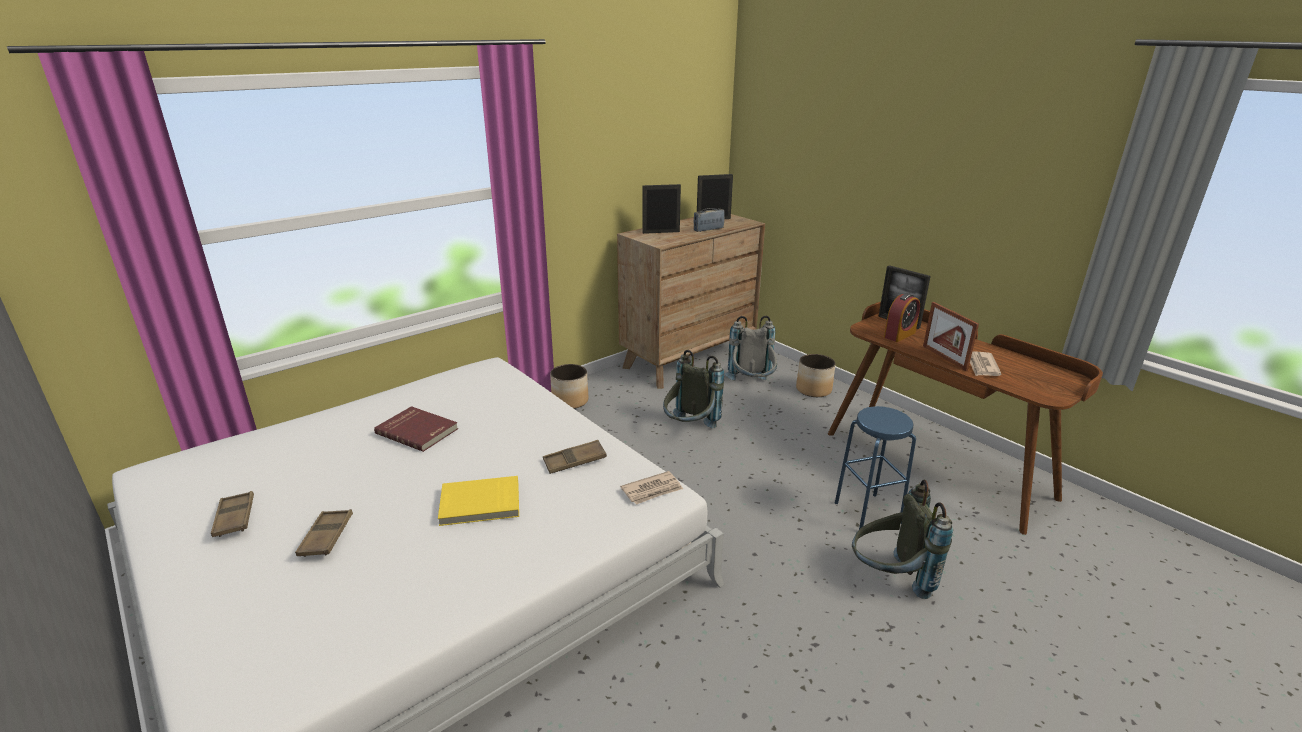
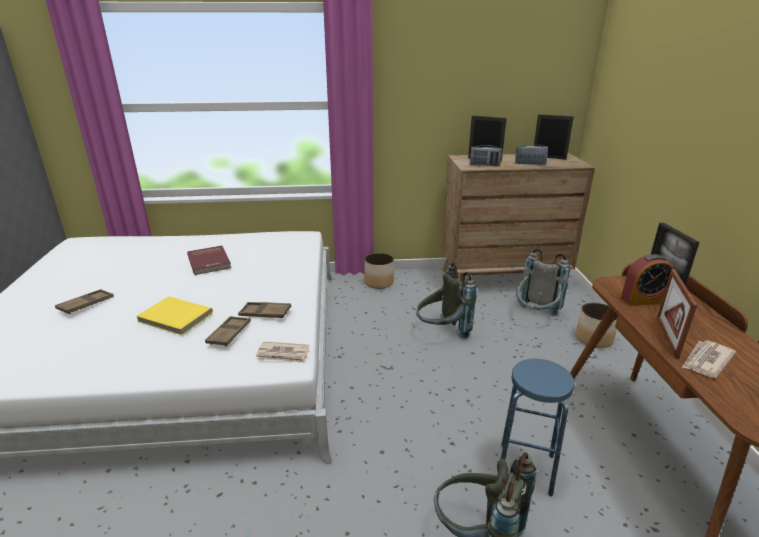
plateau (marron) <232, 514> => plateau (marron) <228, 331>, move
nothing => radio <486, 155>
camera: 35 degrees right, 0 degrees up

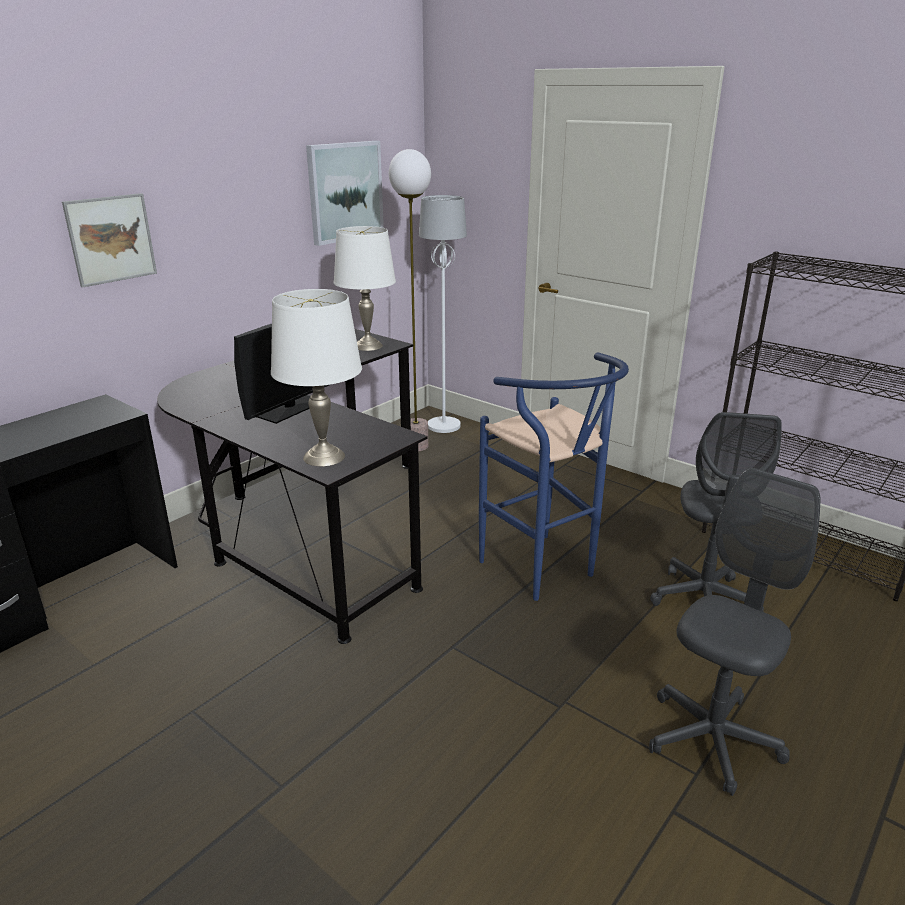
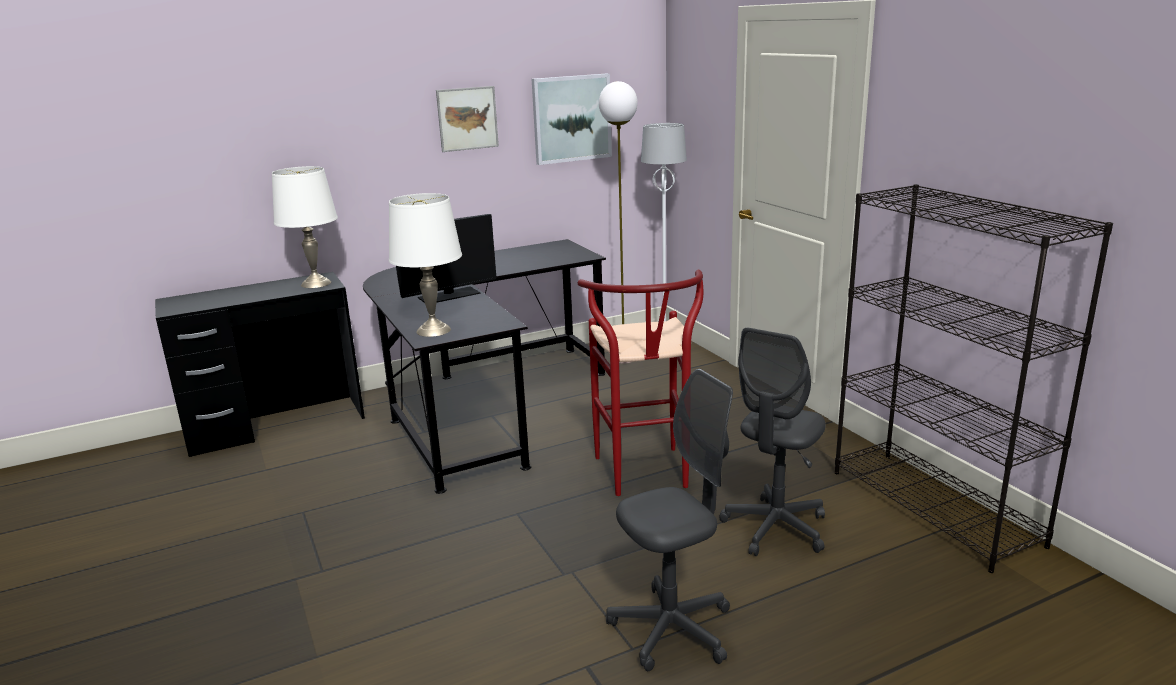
tableau <109, 240> => tableau <467, 119>, move
lampe de table (blanc) <365, 288> => lampe de table (blanc) <305, 227>, move
tabouret (bleu) <554, 476> => tabouret (rouge) <640, 383>
camera: 25 degrees right, 5 degrees down

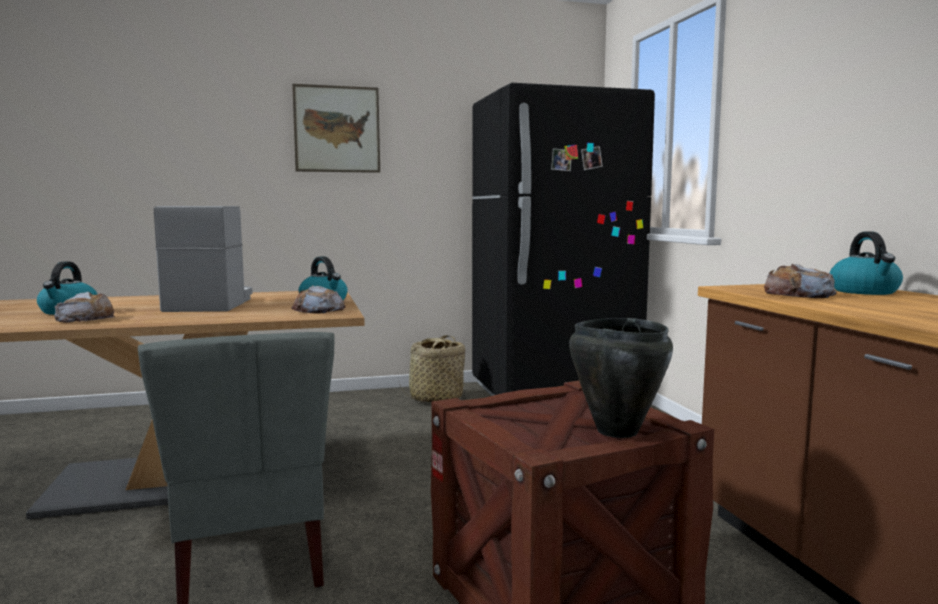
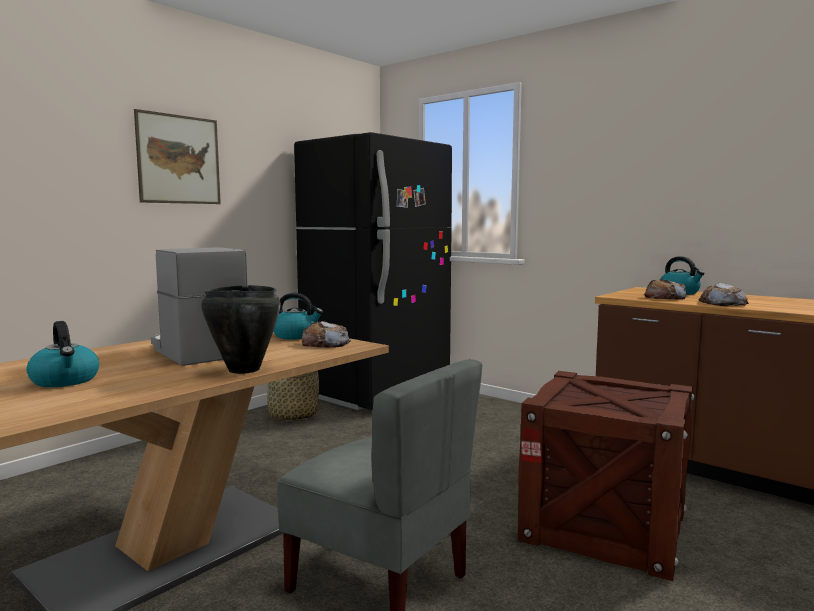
pain <84, 307> => pain <724, 294>, move
marmite (noir) <621, 378> => marmite (noir) <241, 329>, move
camera: 35 degrees left, 0 degrees up

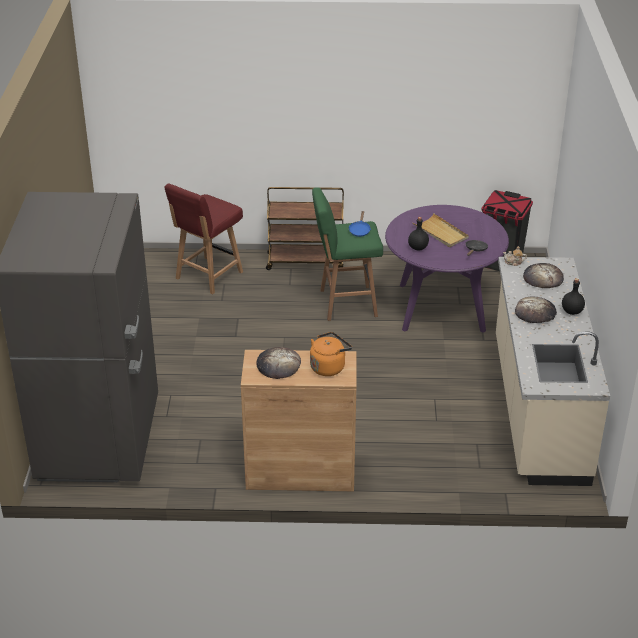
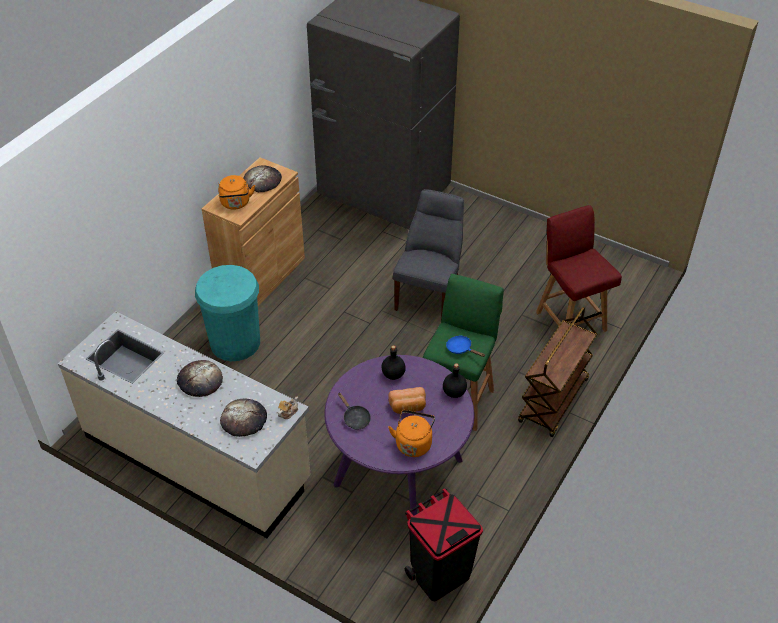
plateau (beige) <441, 230> => pain <407, 400>
bouteille (noir) <573, 296> => bouteille (noir) <455, 380>, move
nothing => poubelle (turquoise) <227, 313>
nothing => bouilloire (orange) <411, 433>
nothing => chaise (gris) <428, 254>
camera: 120 degrees right, 10 degrees up

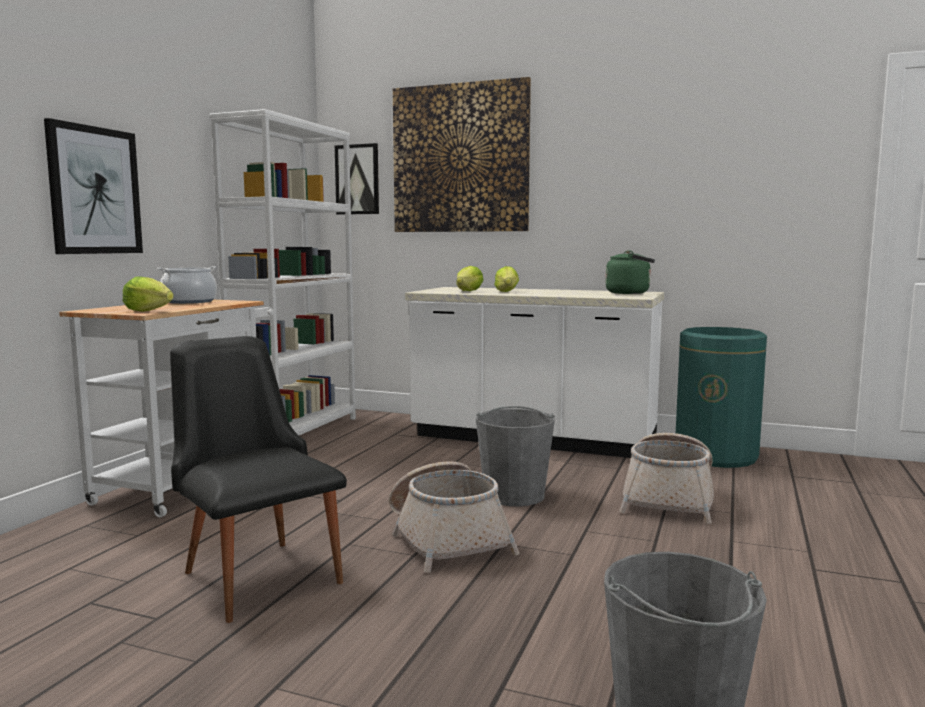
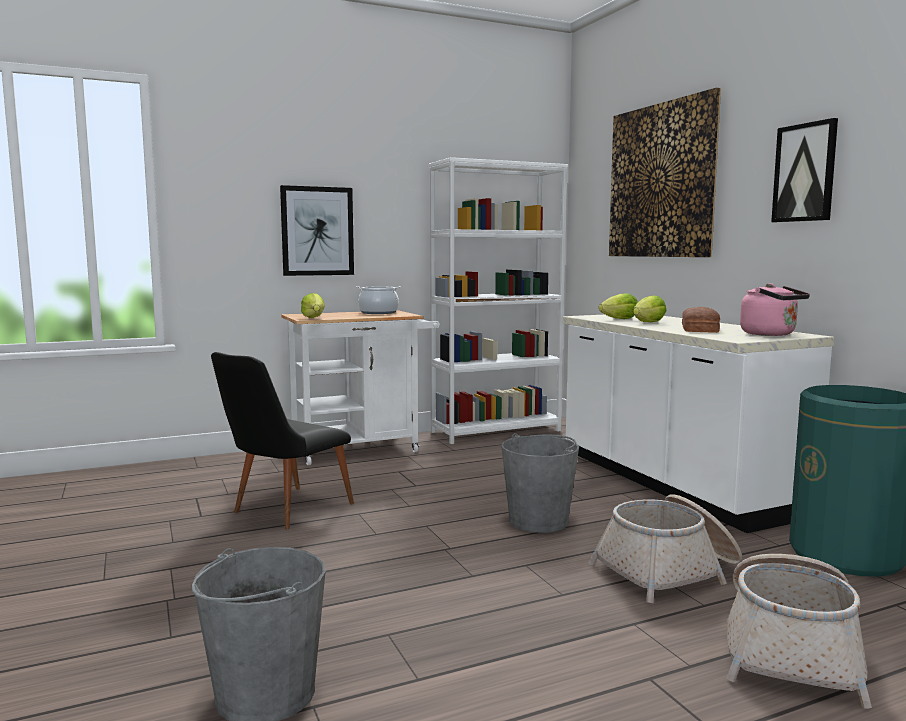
chaise (noir) <258, 479> => chaise (noir) <282, 440>, 150 degrees counterclockwise
tableau <357, 179> => tableau <804, 170>, move
panier <454, 517> => panier <799, 631>, move
bouilloire (vert) <630, 272> => bouilloire (rose) <775, 309>
nothing => pain <701, 320>
camera: 45 degrees right, 0 degrees up

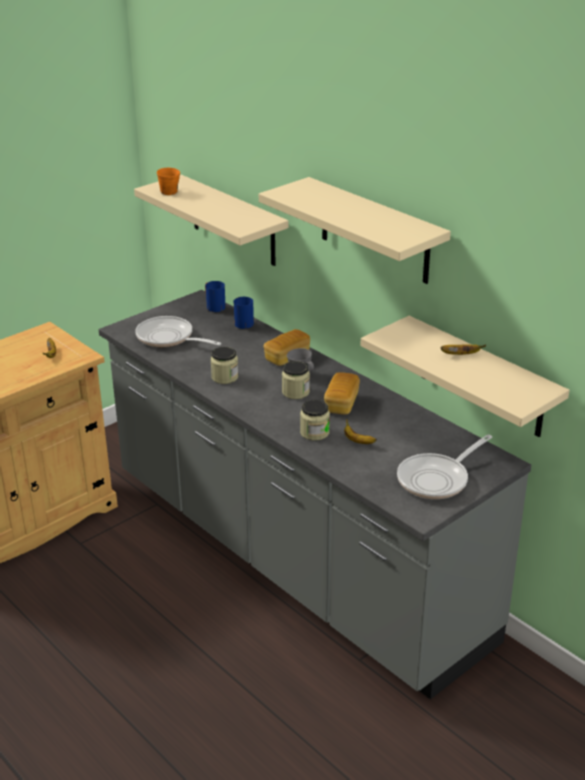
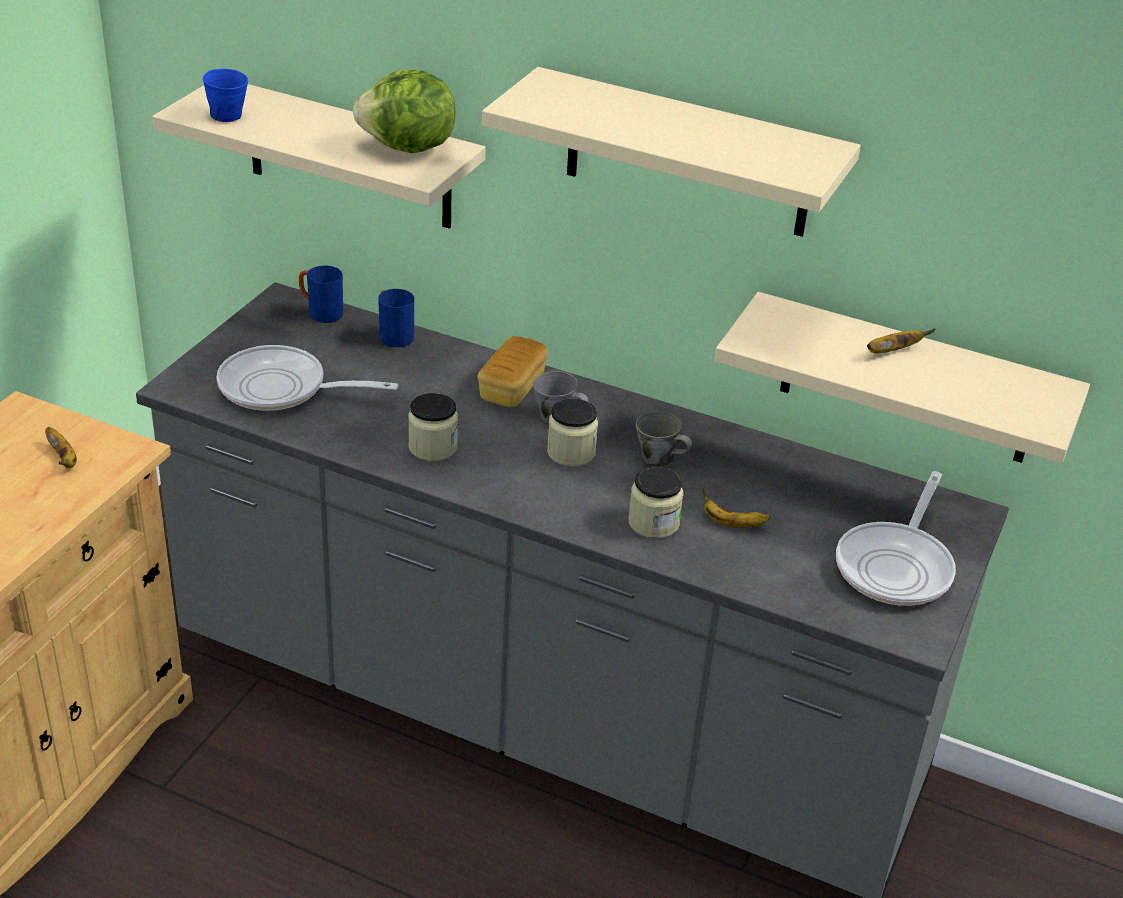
mug (orange) <168, 181> => mug (bleu) <225, 95>
pain <342, 393> => mug (gris) <664, 439>
nothing => laitue <404, 111>
camera: 25 degrees left, 5 degrees up

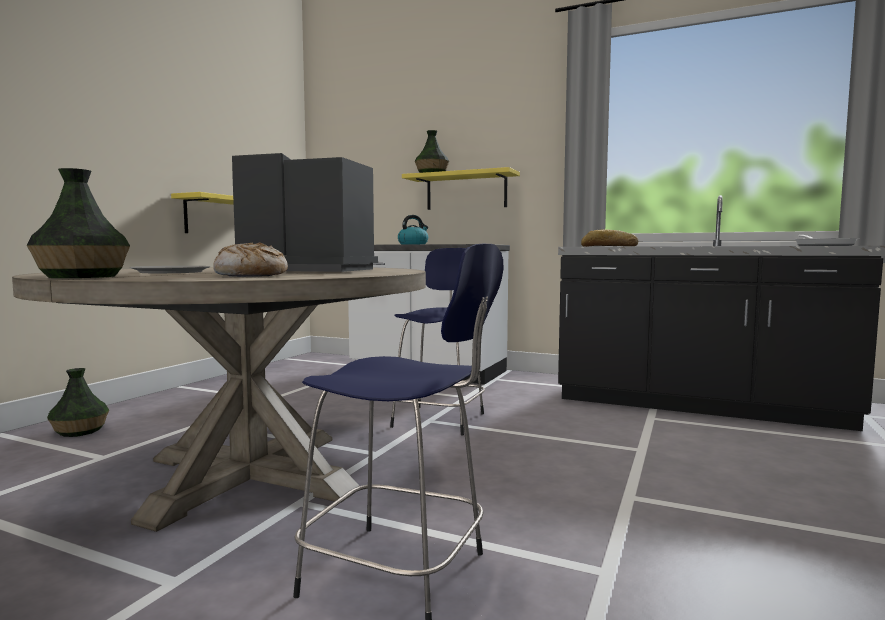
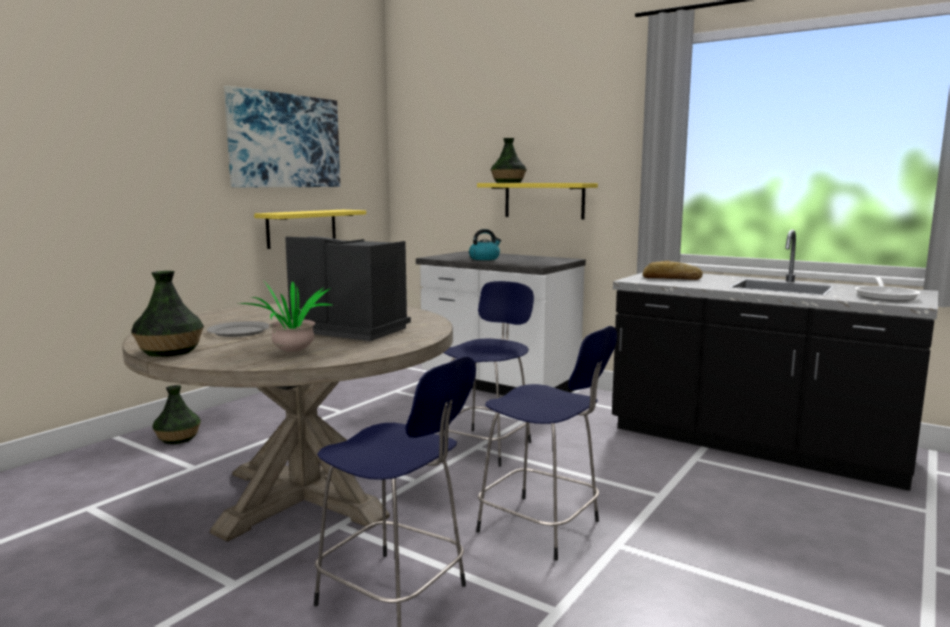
pain <250, 259> => plante en pot <285, 316>
nothing => tableau <282, 136>
nothing => tabouret (bleu) <546, 443>
camera: 10 degrees right, 5 degrees up

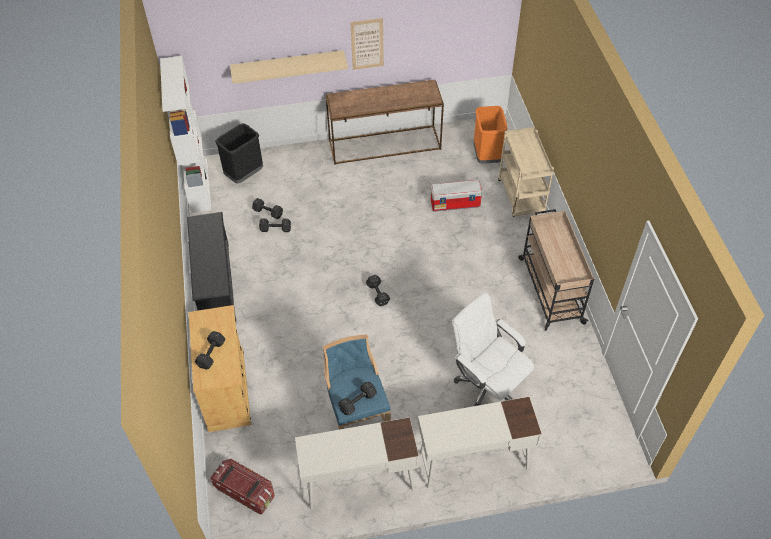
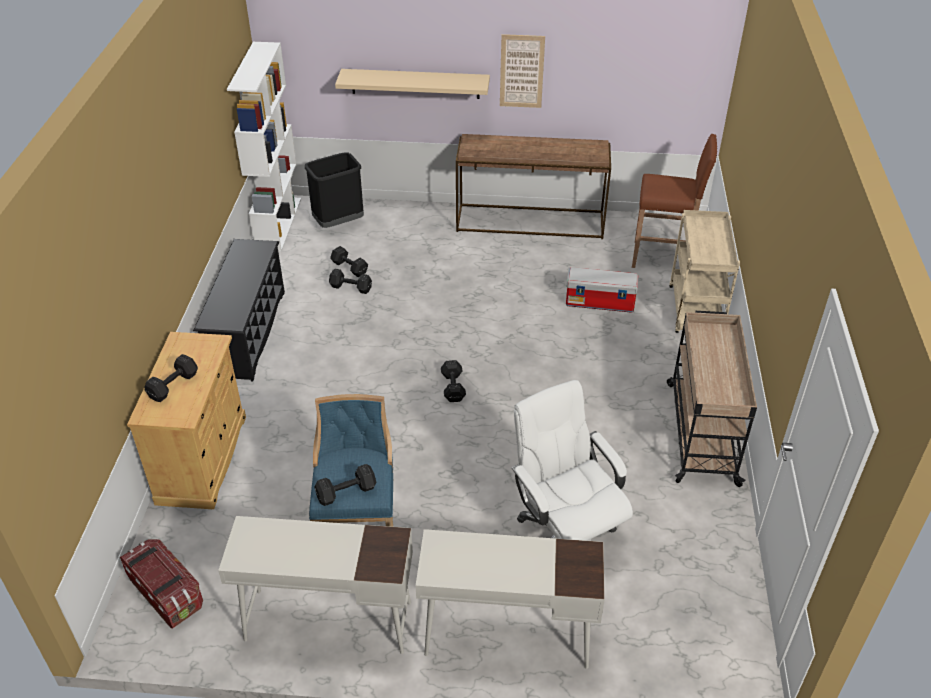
poubelle (orange) <490, 135> => tabouret (marron) <674, 201>
camera: 15 degrees right, 10 degrees down

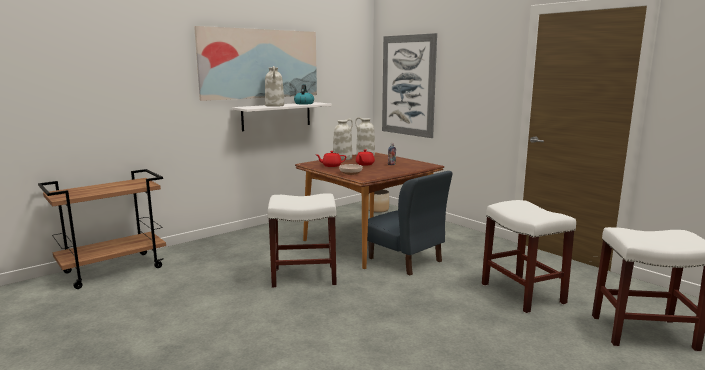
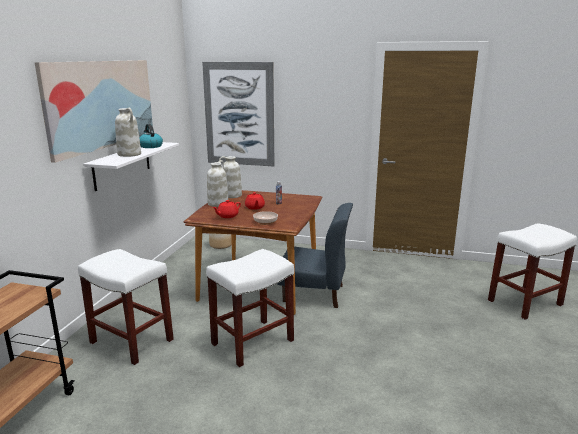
tabouret (blanc) <529, 257> => tabouret (blanc) <126, 307>, move
camera: 35 degrees left, 5 degrees up

